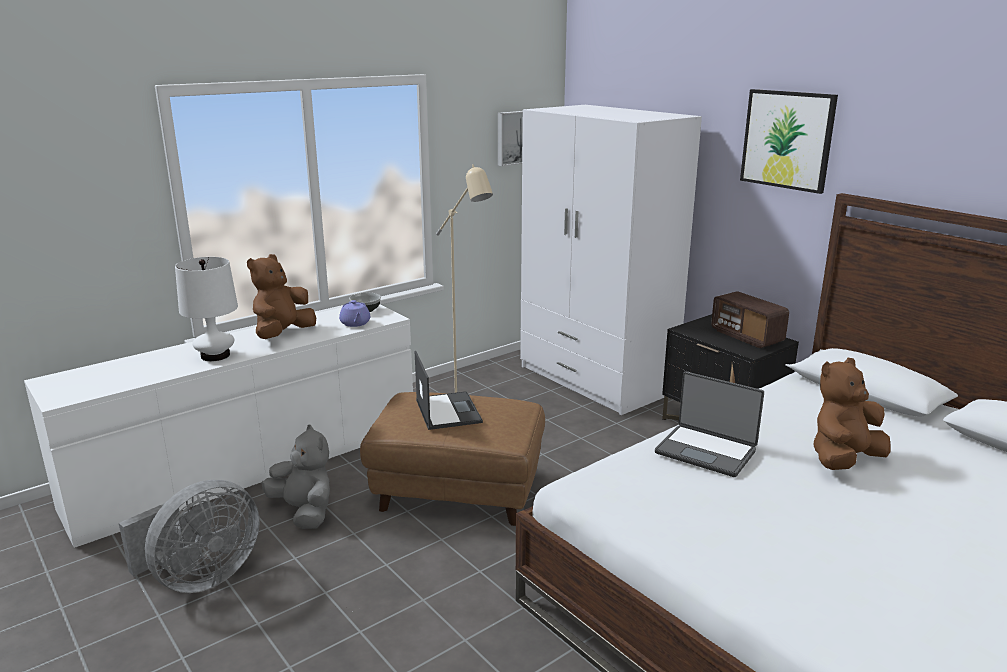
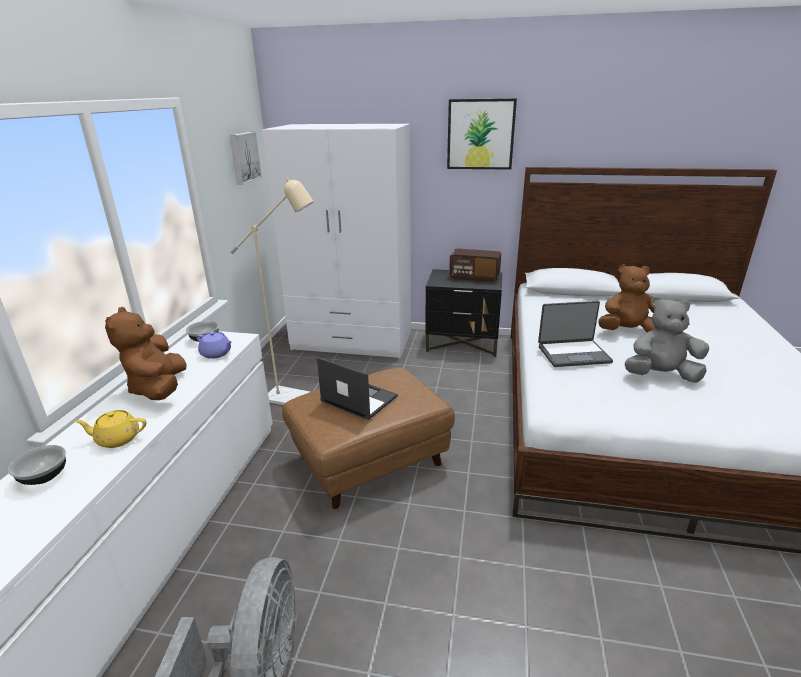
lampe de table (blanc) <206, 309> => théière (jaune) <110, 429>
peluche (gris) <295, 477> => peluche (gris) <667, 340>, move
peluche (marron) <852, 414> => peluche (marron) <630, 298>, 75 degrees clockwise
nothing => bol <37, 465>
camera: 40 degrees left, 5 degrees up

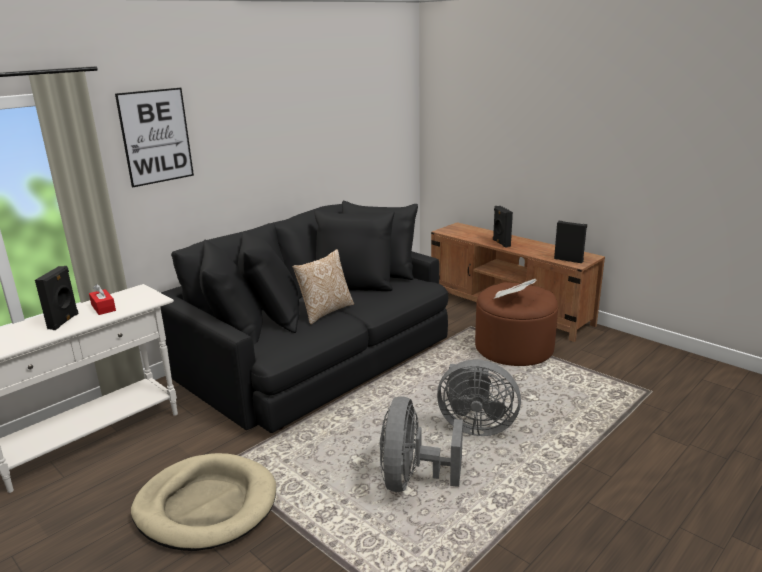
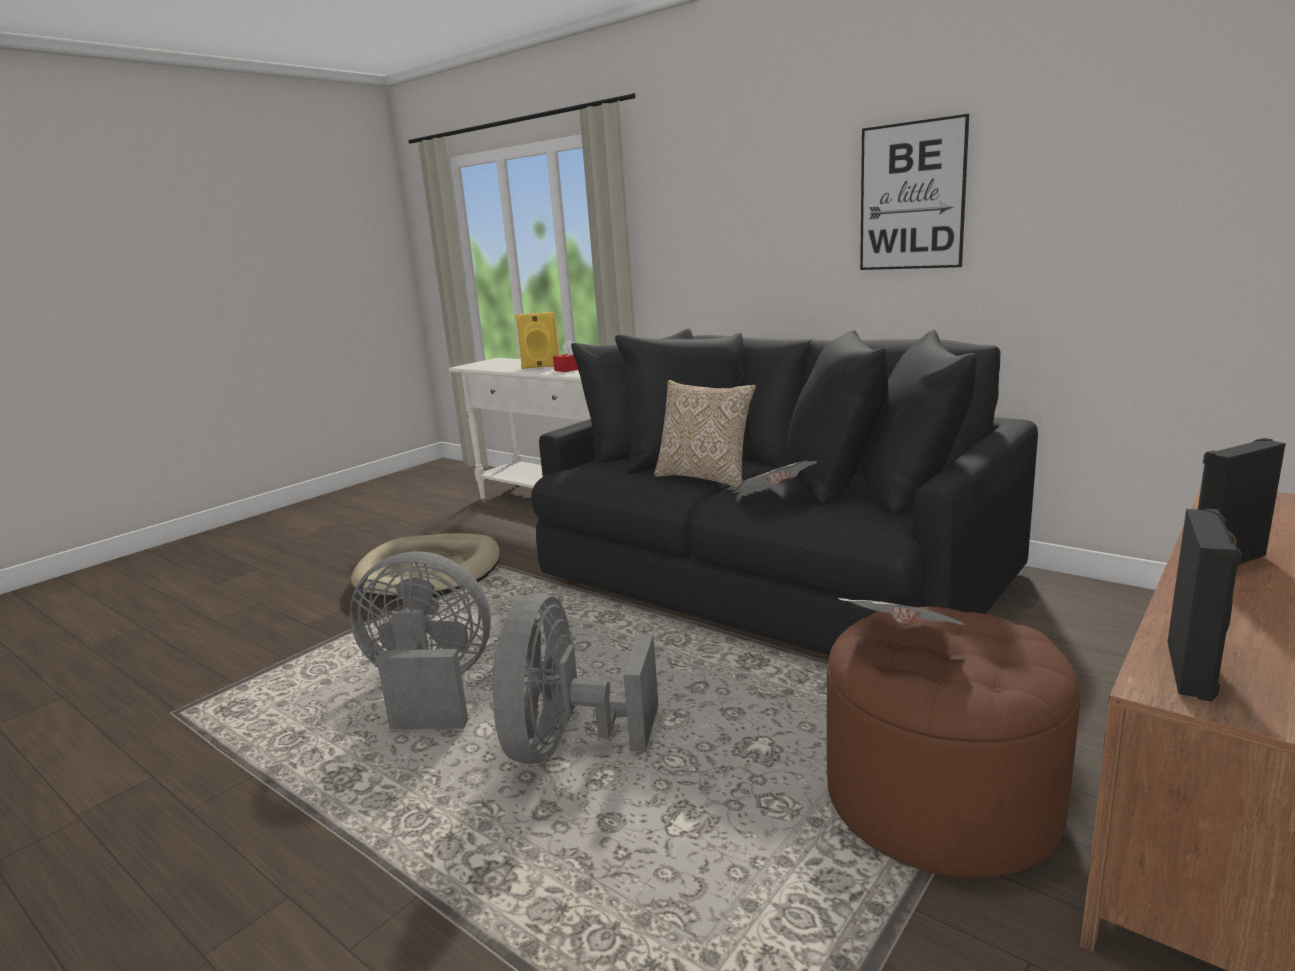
enceinte (noir) <56, 298> => enceinte (jaune) <537, 340>
tableau <154, 137> => tableau <914, 192>, move
nothing => journal <774, 477>
camera: 85 degrees right, 5 degrees down

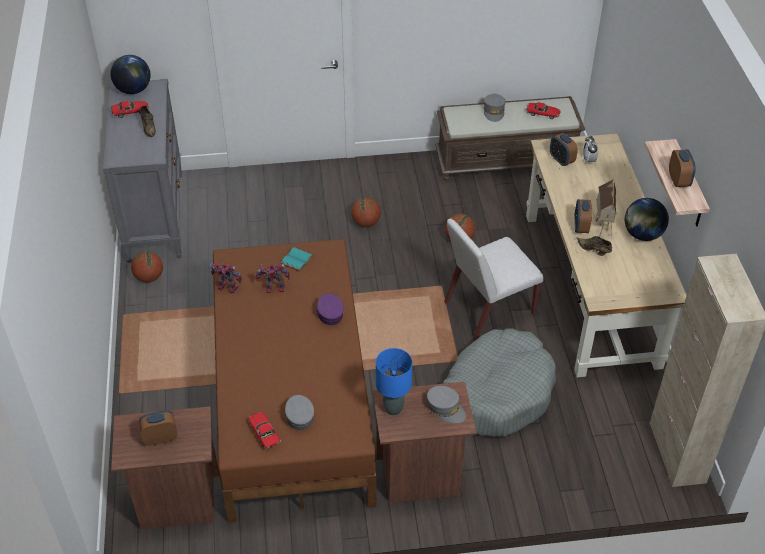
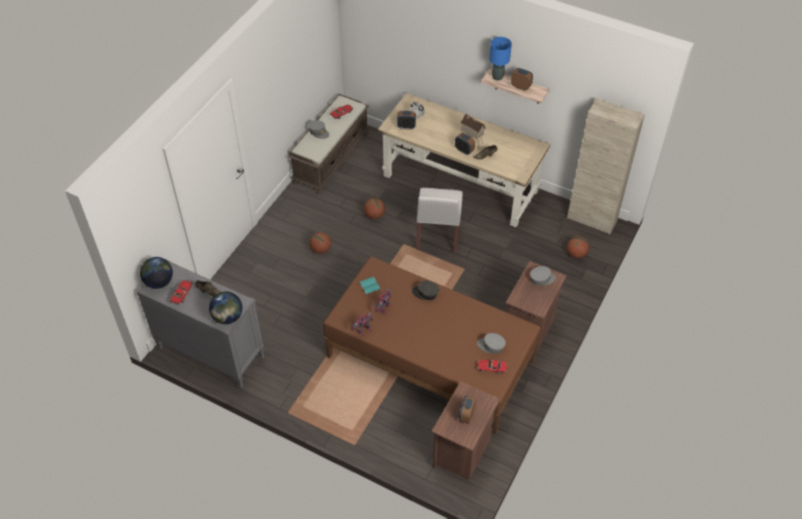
ballon de basket <147, 267> => ballon de basket <578, 247>, move
casquette (violet) <330, 309> => casquette (gris) <425, 290>
lampe de table (bleu) <394, 381> => lampe de table (bleu) <500, 59>, move
panier pour chien (gris) <499, 382> => nothing
globe <647, 219> => globe <225, 307>, move
camera: 55 degrees left, 5 degrees up

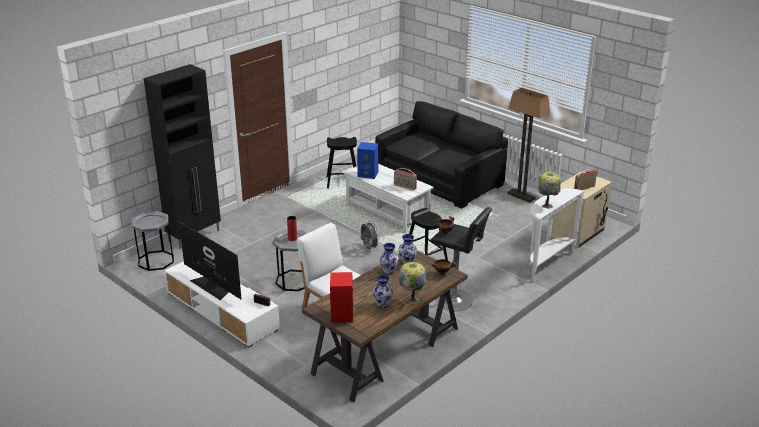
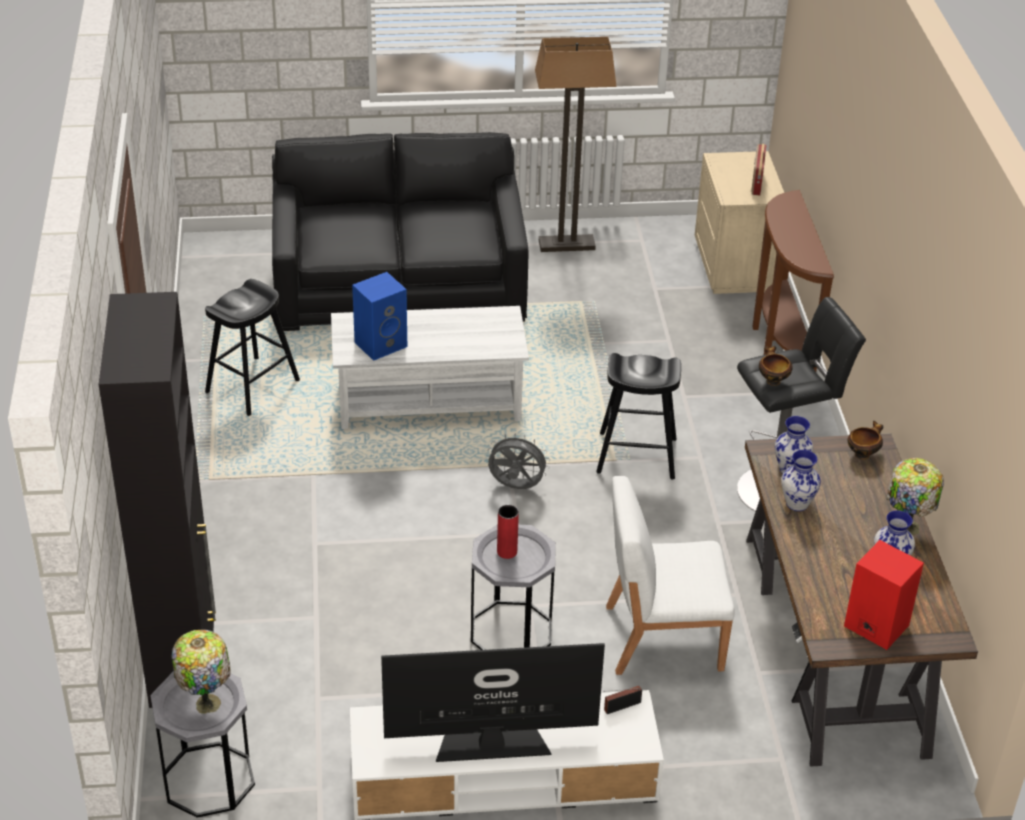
radio <405, 179> => nothing
table console (blanc) <556, 235> => table console (marron) <793, 281>
lampe de table <549, 190> => lampe de table <201, 672>, move
camera: 50 degrees left, 10 degrees up

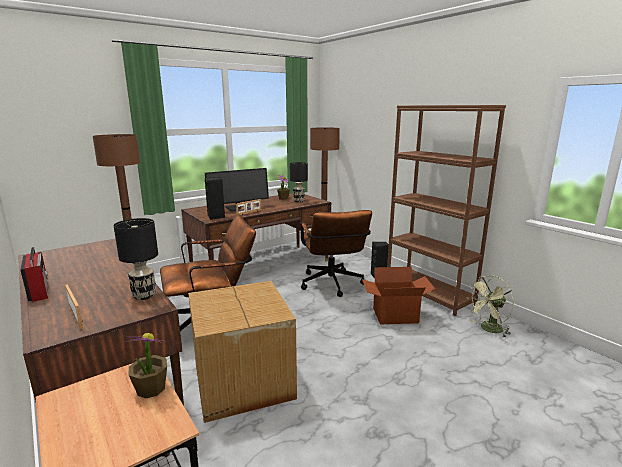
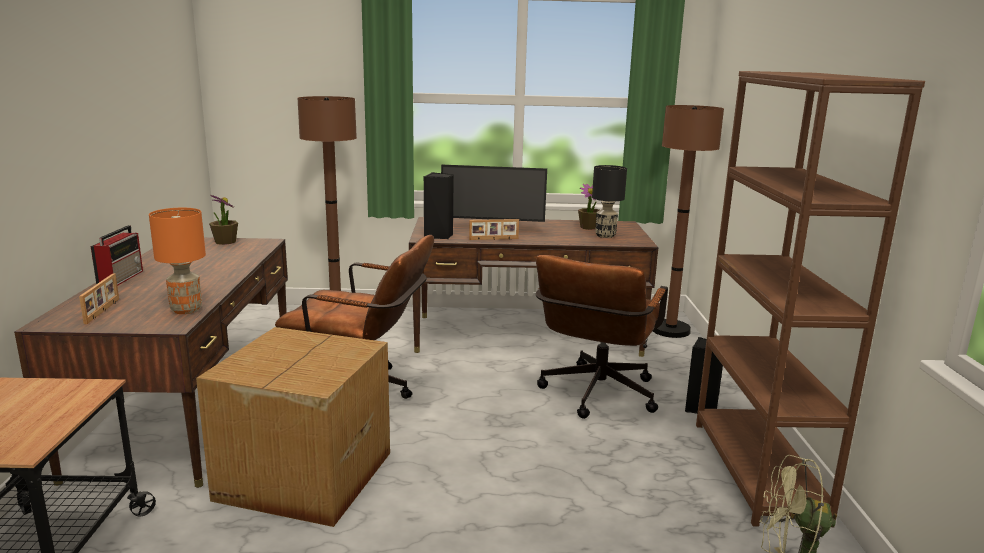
lampe de table (noir) <135, 259> => lampe de table (orange) <177, 261>
plante en pot <146, 365> => plante en pot <223, 220>, move
carton <398, 295> => nothing
camera: 35 degrees right, 0 degrees up

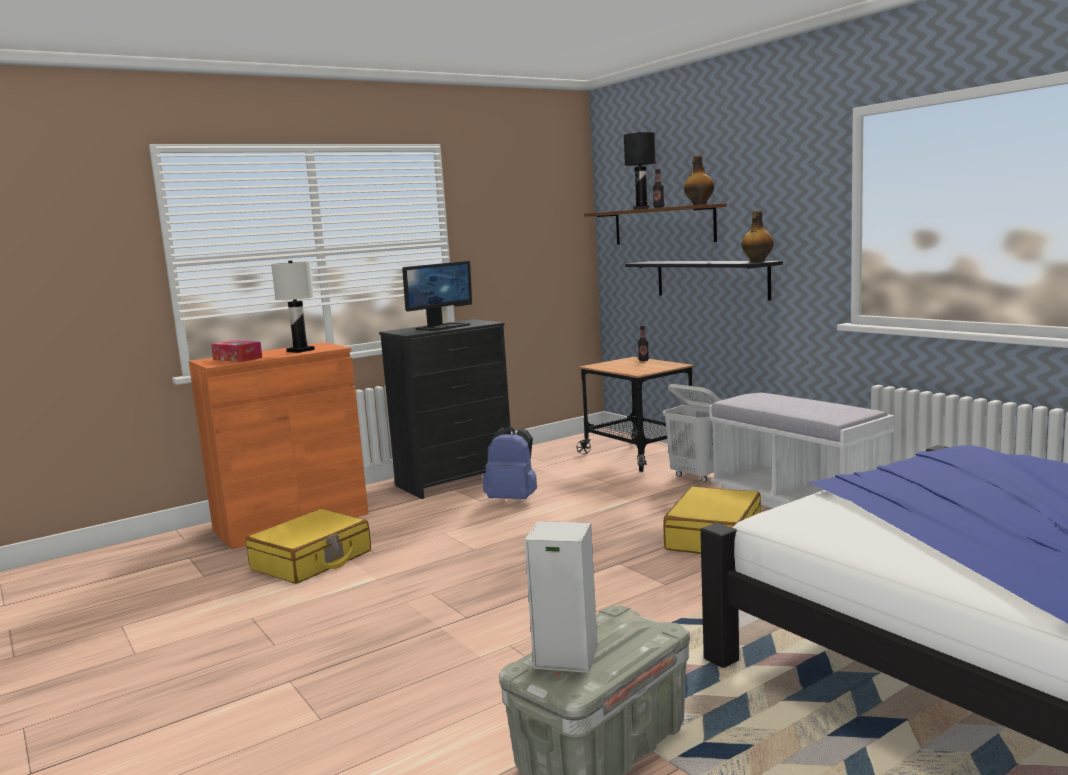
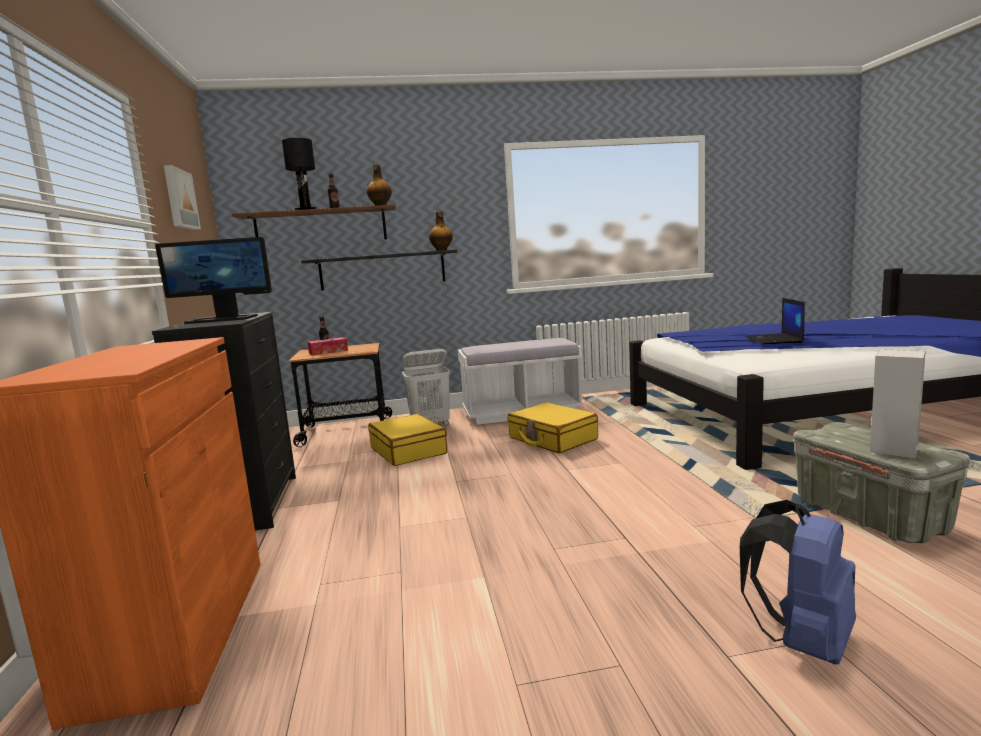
boîte à mouchoirs <236, 351> => boîte à mouchoirs <327, 346>, move
valise (jaune) <308, 546> => valise (jaune) <407, 440>, move
lampe de table (blanc) <293, 307> => nothing
écran d'ordinateur <437, 296> => écran d'ordinateur <213, 280>, 105 degrees clockwise
sac à dos (bleu) <510, 462> => sac à dos (bleu) <798, 582>, move
nothing => tableau <182, 197>
nothing => ordinateur portable <775, 321>
camera: 65 degrees left, 0 degrees up

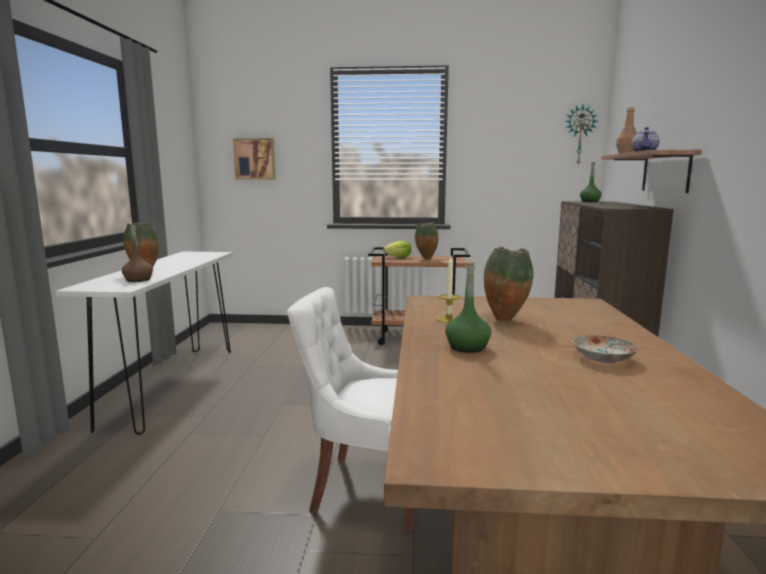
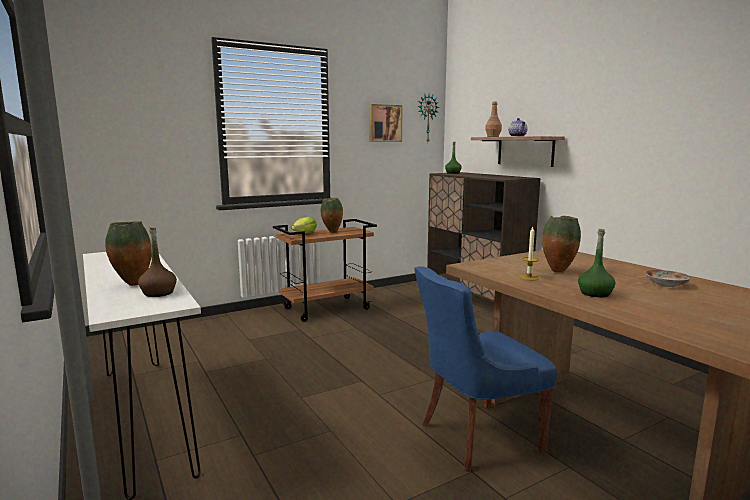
tableau <254, 158> => tableau <386, 123>, move
chaise (blanc) <351, 409> => chaise (bleu) <485, 369>
camera: 35 degrees left, 0 degrees up

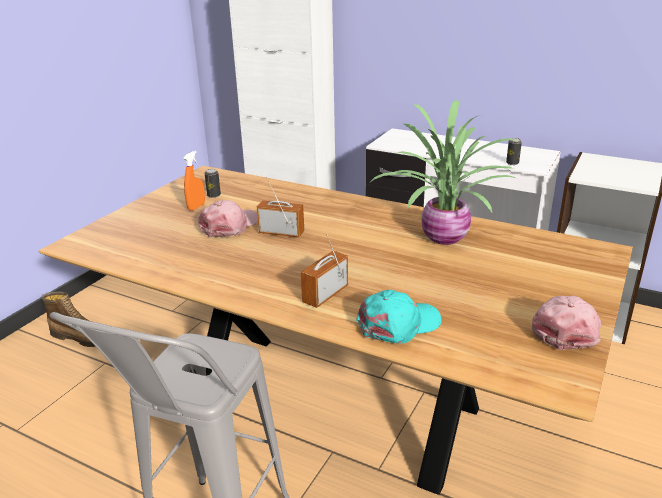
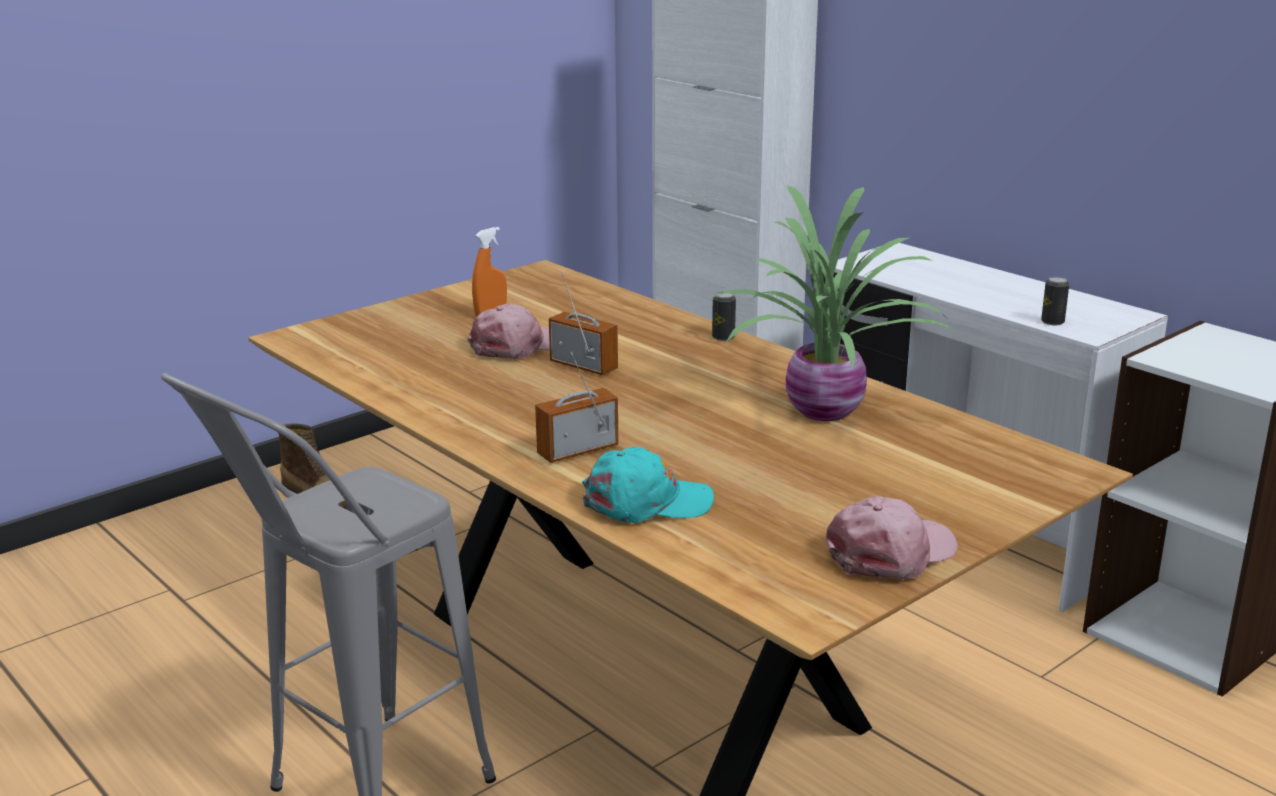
boîte métallique <213, 183> => boîte métallique <724, 316>, move
camera: 20 degrees right, 5 degrees down

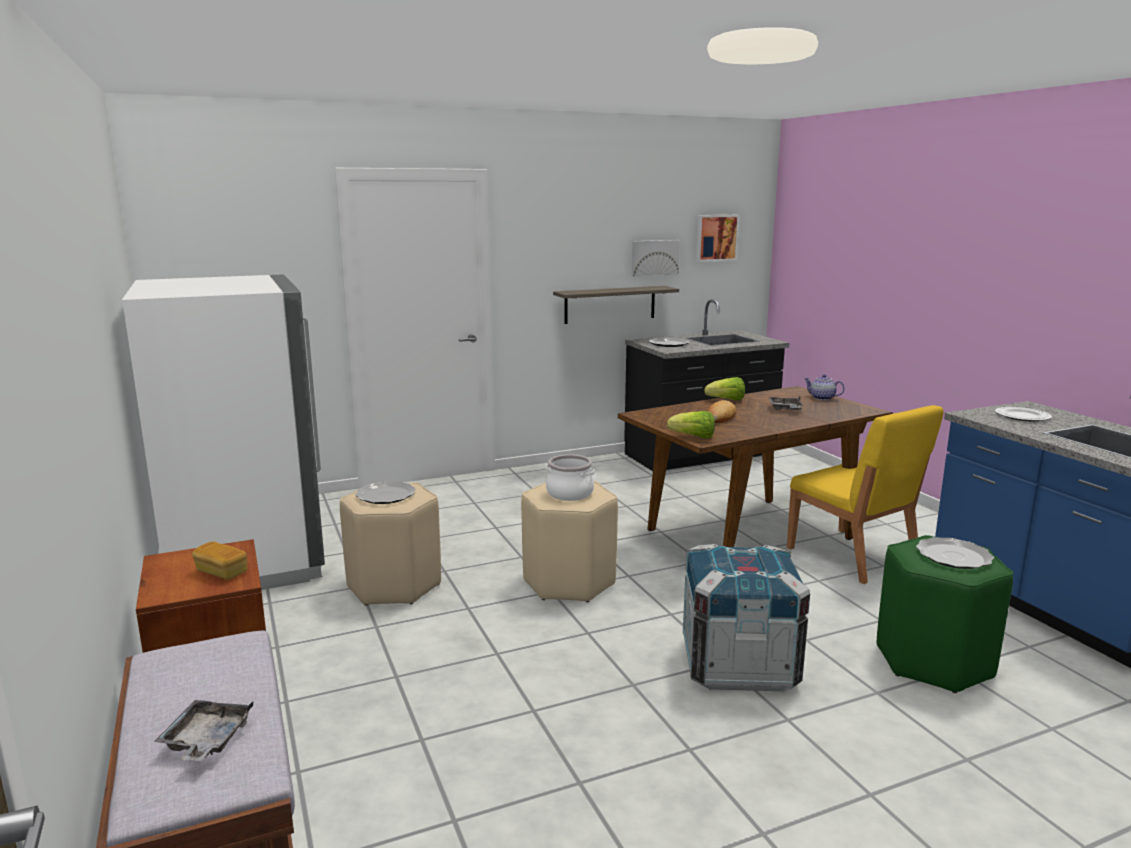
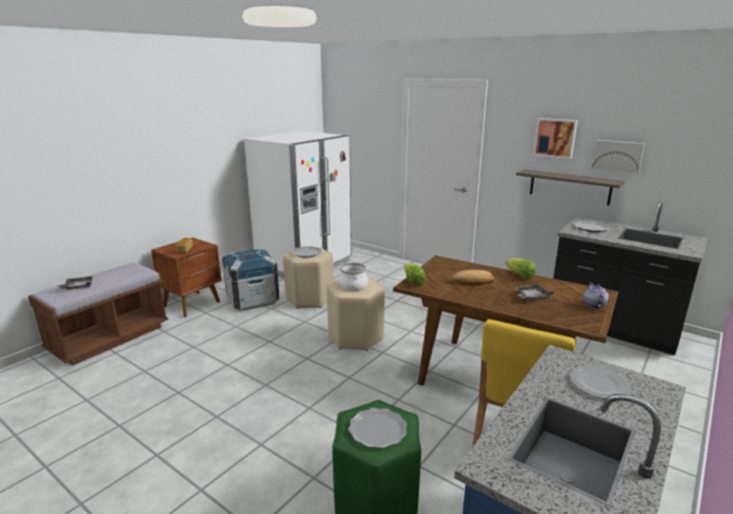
caisse <746, 618> => caisse <250, 279>, move
tableau <718, 238> => tableau <555, 138>, move
camera: 60 degrees right, 5 degrees up

